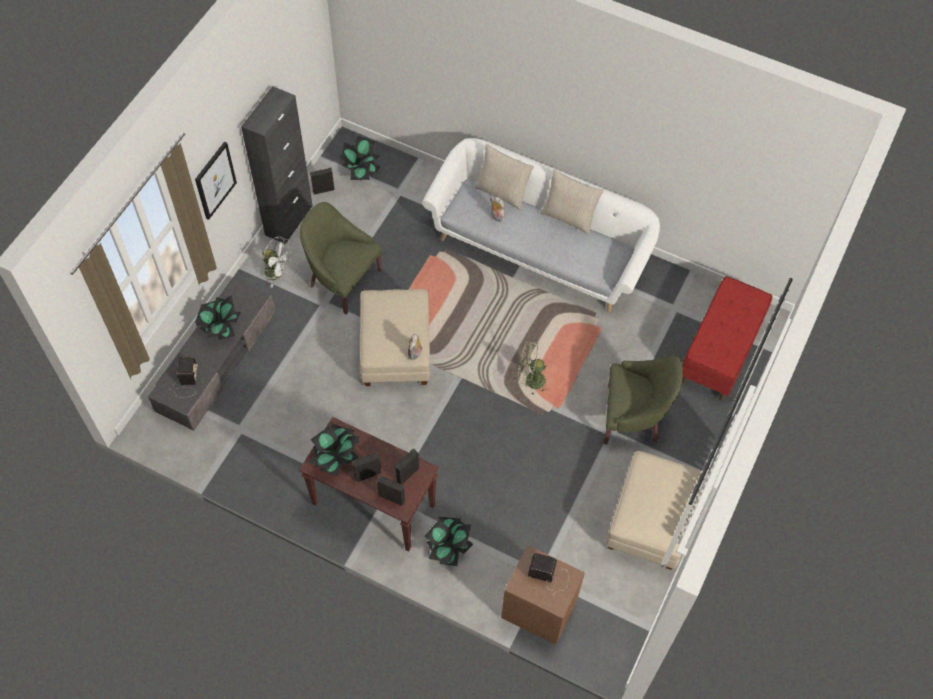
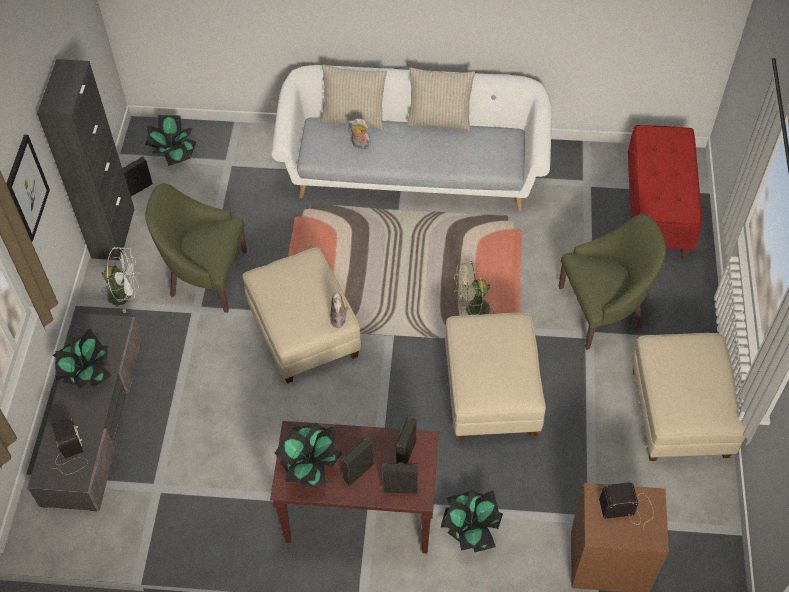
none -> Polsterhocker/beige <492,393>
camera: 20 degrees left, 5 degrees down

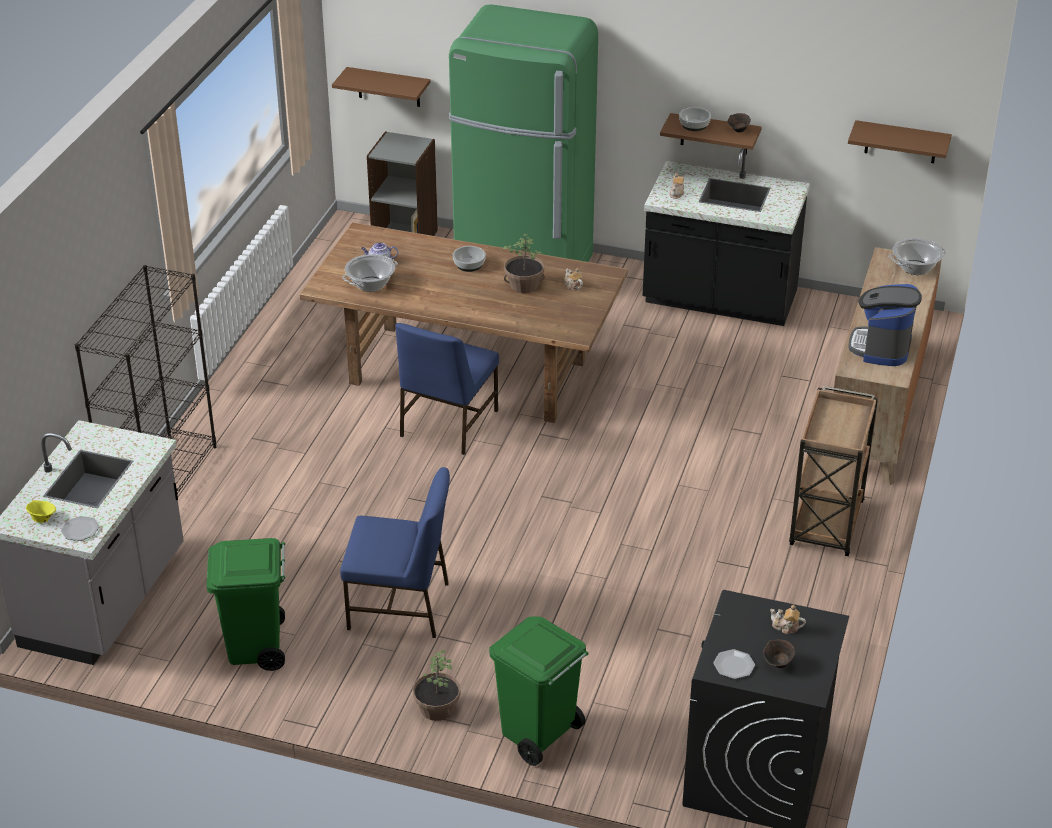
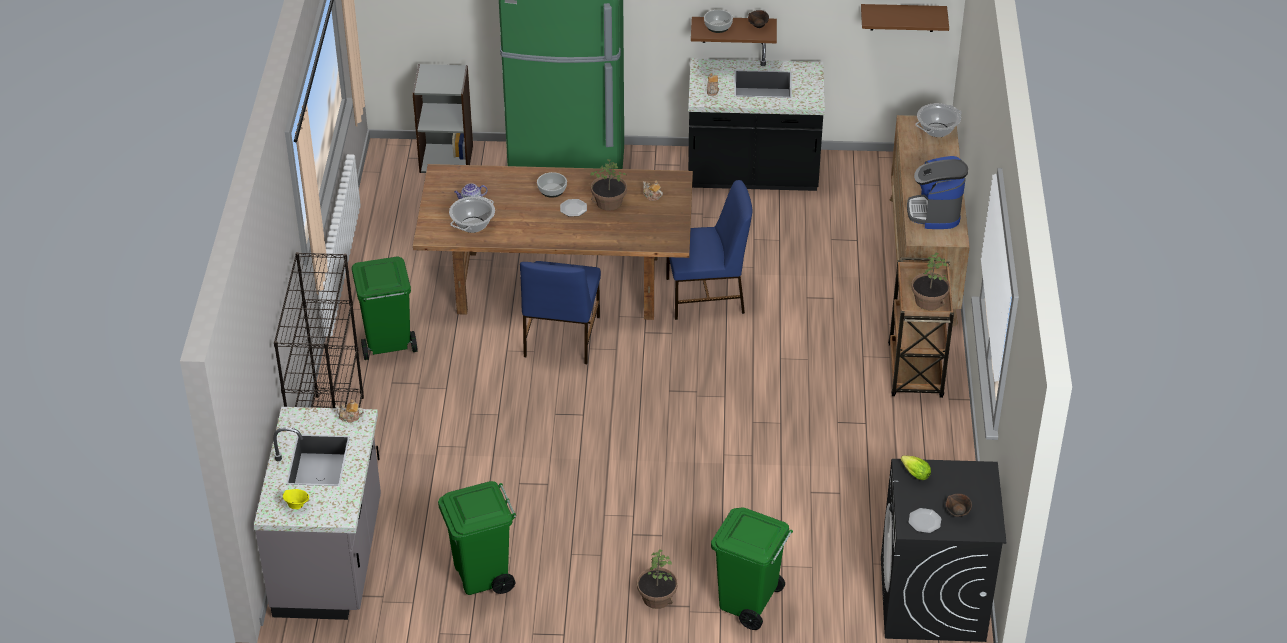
Teller <80,529> -> Teller <573,208>, relocated
Wandregal/braun <389,87> -> none
Stuhl/blau <400,607> -> Stuhl/blau <707,296>, relocated
Teekanne <786,627> -> Teekanne <350,417>, relocated
none -> Mülleimer/grün <387,345>
none -> Salatkopf <913,473>
none -> Topfpflanze <928,301>
camera: 15 degrees left, 5 degrees up

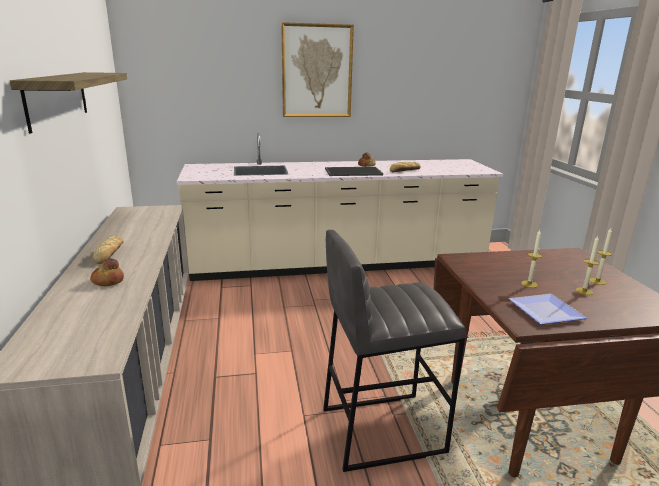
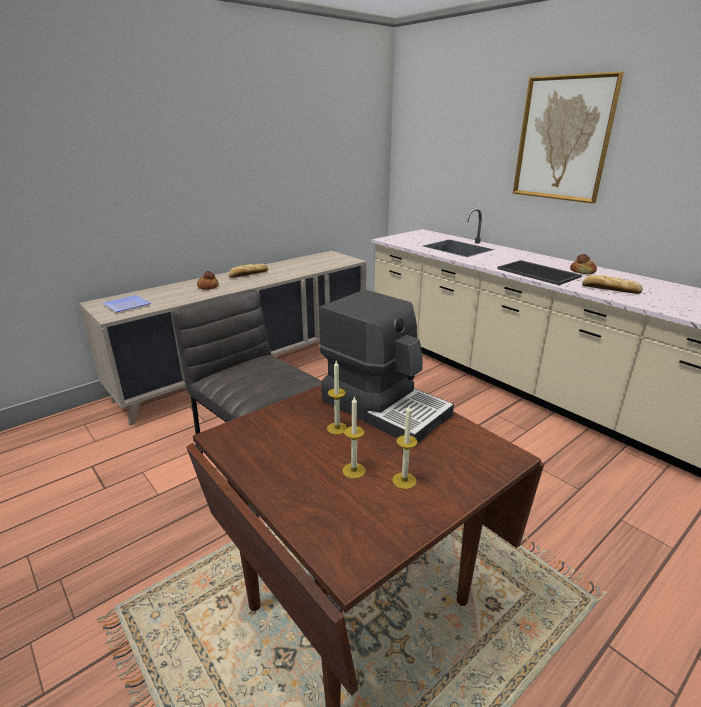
Wandregal <57,98> -> none
Teller <542,310> -> Teller <128,305>, relocated
none -> Kaffeemaschine <385,406>
camera: 60 degrees right, 5 degrees up

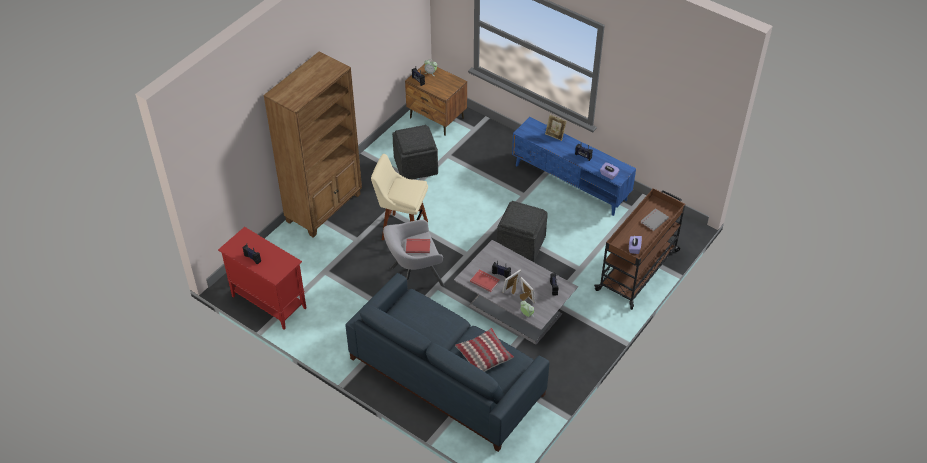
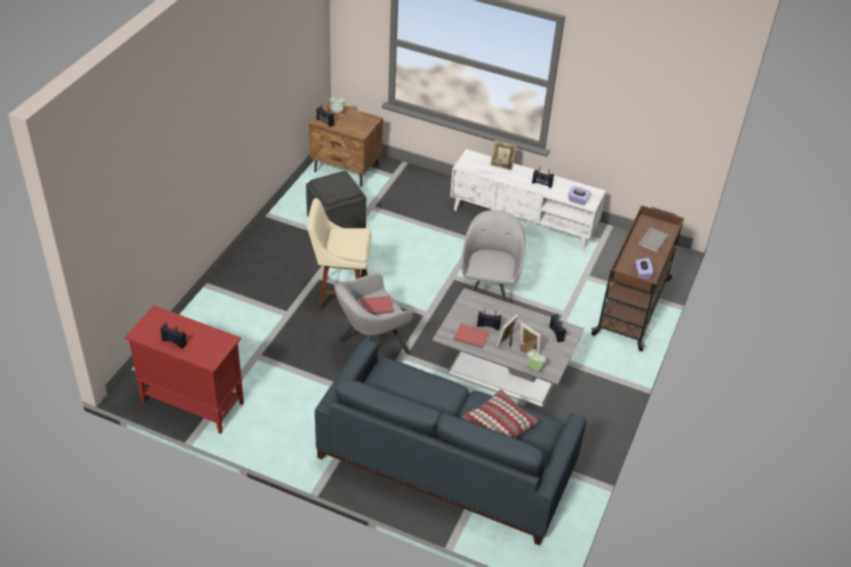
Bücherregal/braun <324,207> -> none
Polsterhocker/grau <521,243> -> Sessel/grau <488,294>
Fernsehschrank/blau <571,182> -> Fernsehschrank/weiß <523,221>
camera: 15 degrees left, 5 degrees down

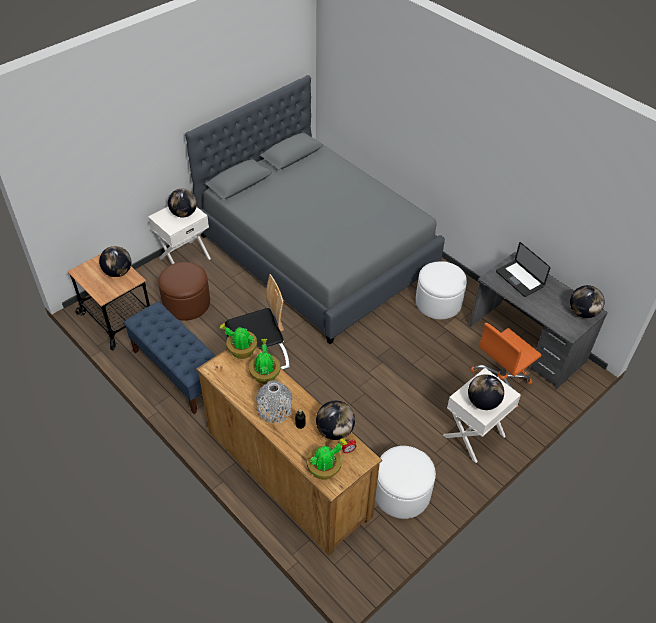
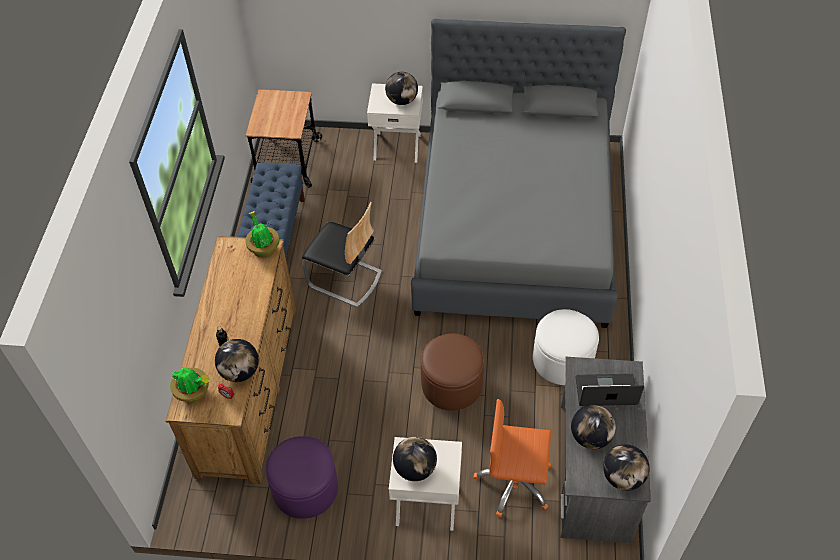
Globus <118,272> -> Globus <590,437>, relocated
Polsterhocker/braun <186,303> -> Polsterhocker/braun <451,384>, relocated
Topfpflanze <265,374> -> none
Vase/grau <274,410> -> none
Polsterhocker/weiß <401,493> -> Polsterhocker/lila <305,488>
Laptop <519,279> -> Laptop <606,391>, 75 degrees clockwise
camera: 50 degrees right, 5 degrees up

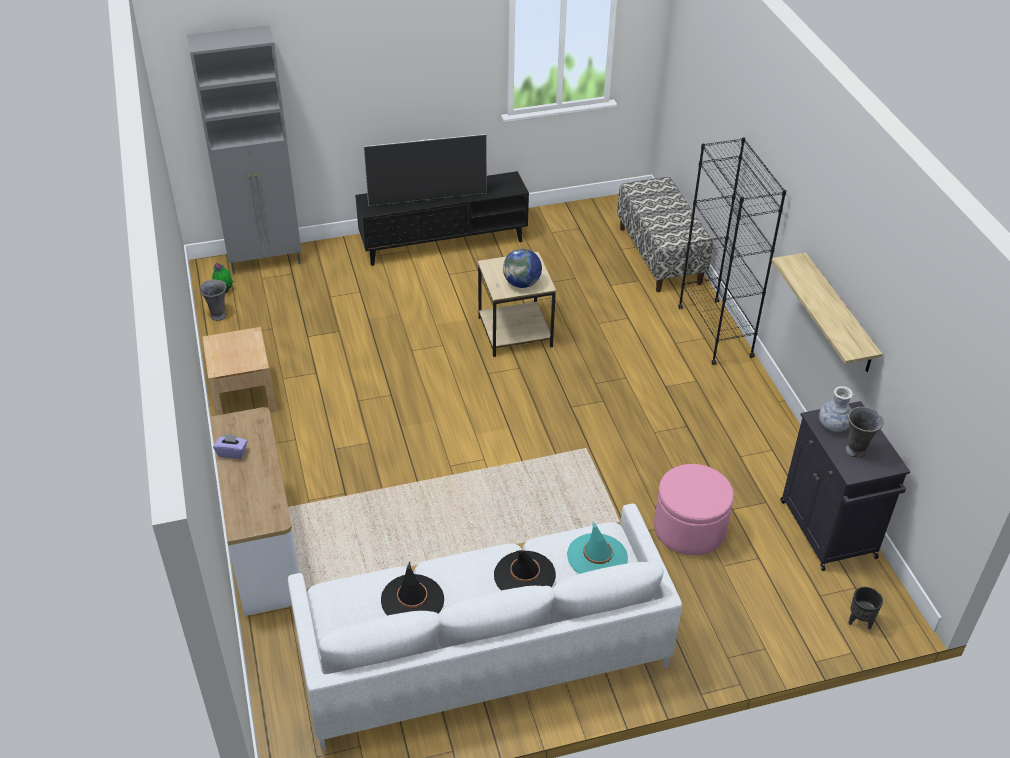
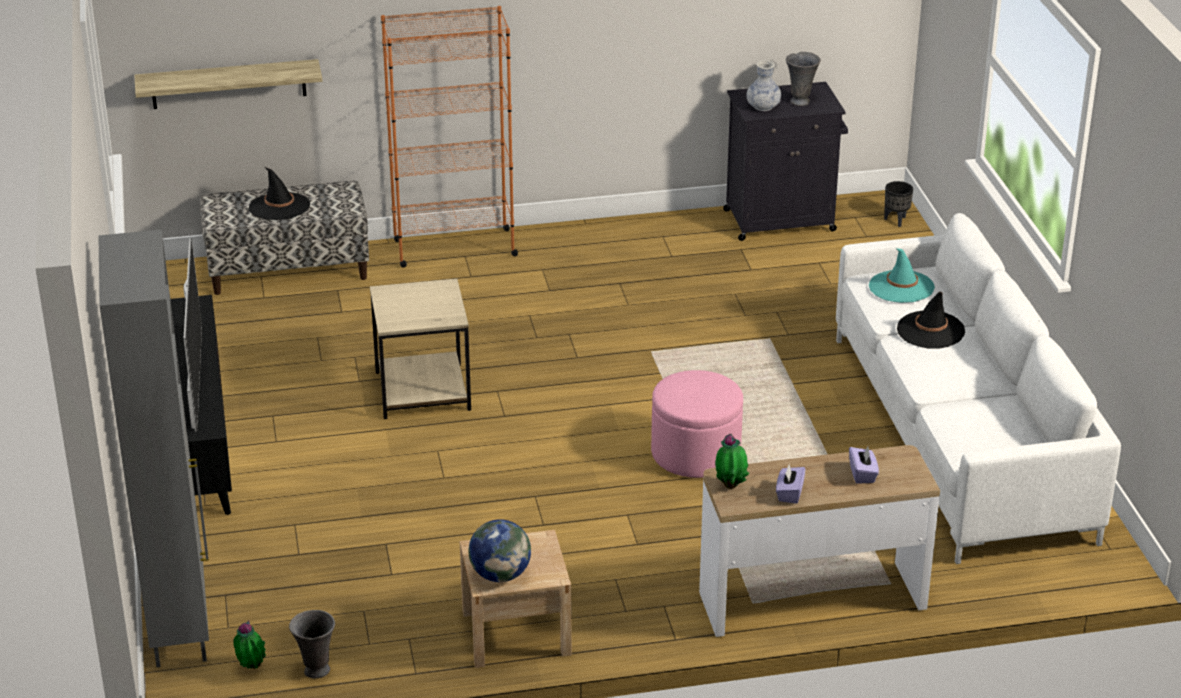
Hut/schwarz <412,600> -> Hut/schwarz <279,207>, relocated
Globus <522,283> -> Globus <500,575>, relocated
Polsterhocker/rosa <689,529> -> Polsterhocker/rosa <695,454>, relocated
Bücherregal/schwarz <715,331> -> Bücherregal/orange <454,248>
Wandregal <838,314> -> Wandregal <228,84>, relocated
none -> Topfpflanze <730,485>
none -> Taschentuchbox/lila <862,474>
camera: 85 degrees left, 10 degrees down

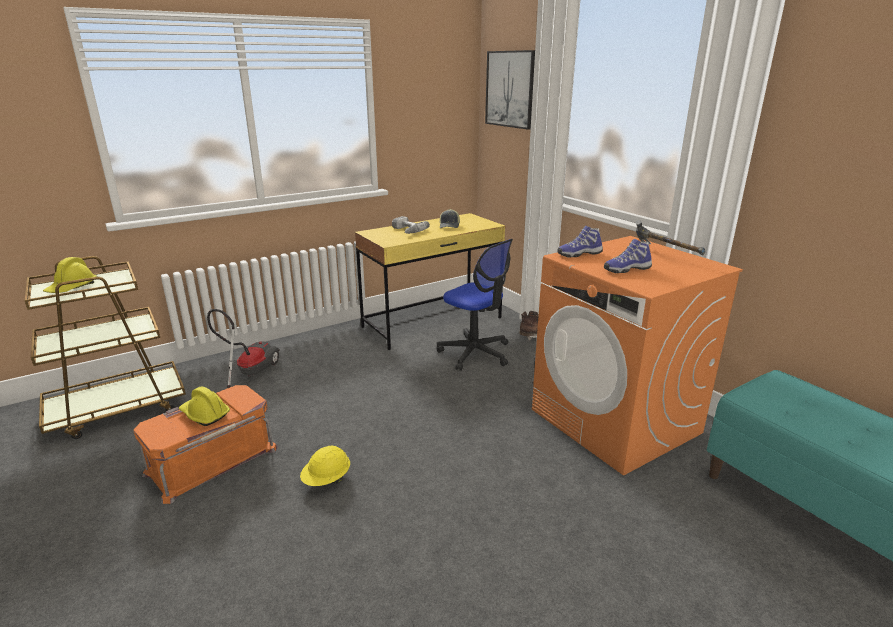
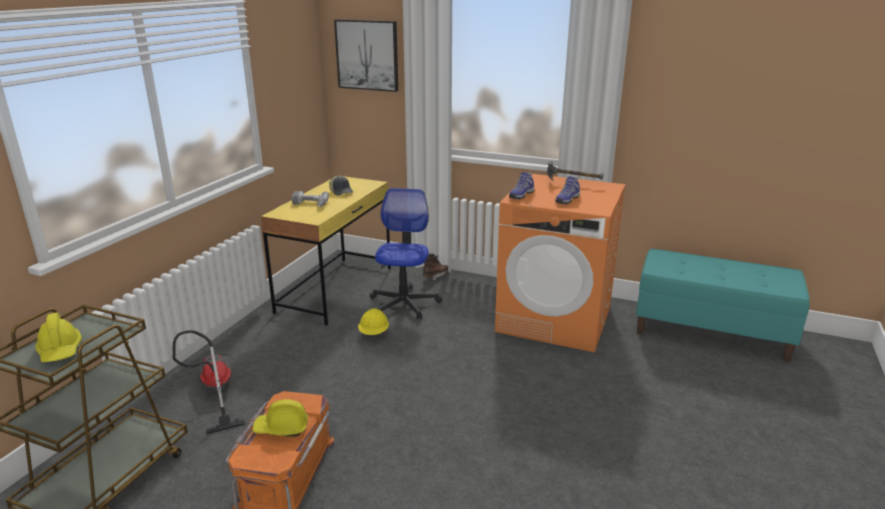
Schutzhelm/gelb <327,480> -> Schutzhelm/gelb <374,333>, relocated
Bürostuhl <475,353> -> Bürostuhl <404,304>, 90 degrees counterclockwise
camera: 35 degrees left, 0 degrees up

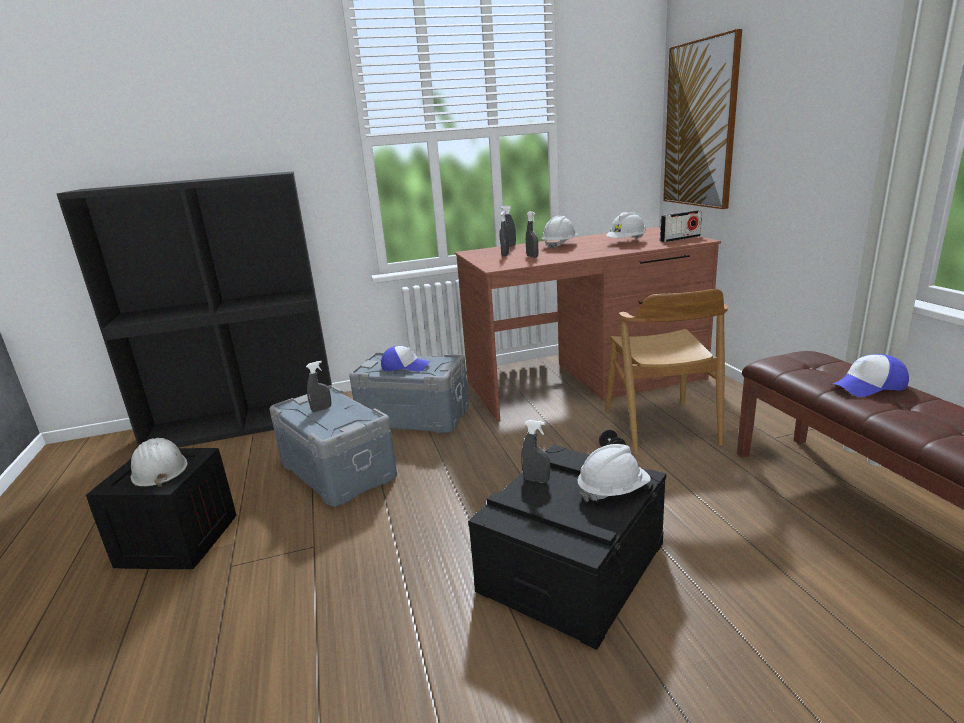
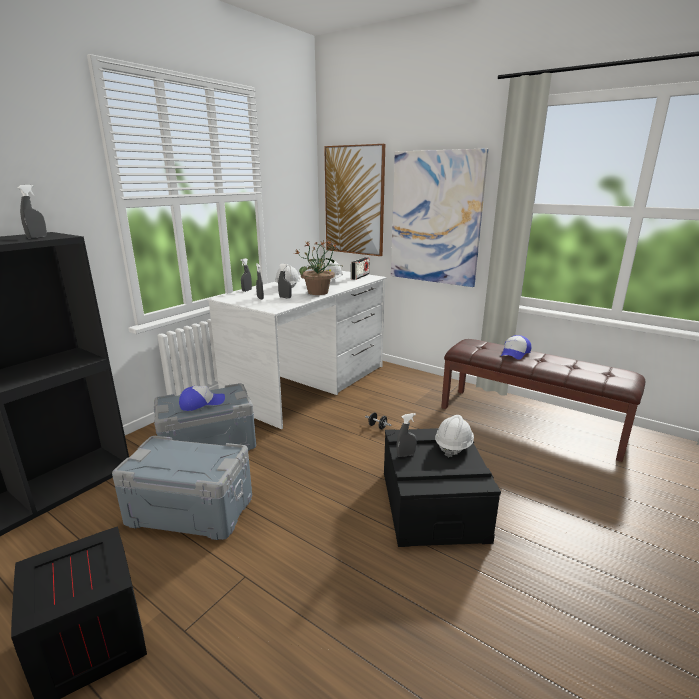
Schutzhelm/weiß <159,470> -> none
Sprühflasche/grau <321,409> -> Sprühflasche/grau <37,237>, relocated
Schreibtisch/braun <584,380> -> Schreibtisch/weiß <309,384>
Stuhl/braun <660,426> -> none
none -> Topfpflanze <318,292>
none -> Bild <435,218>
camera: 40 degrees left, 0 degrees up

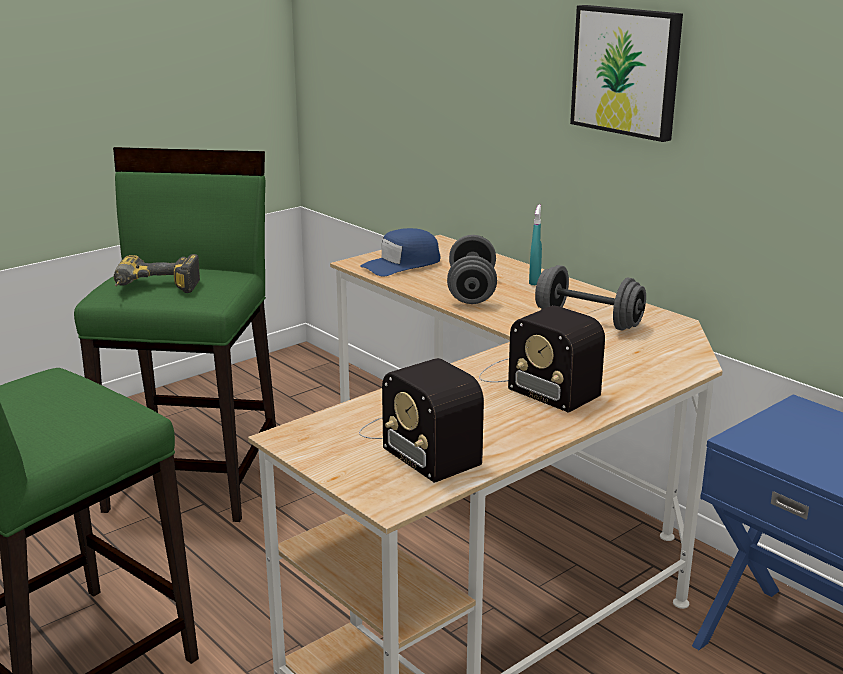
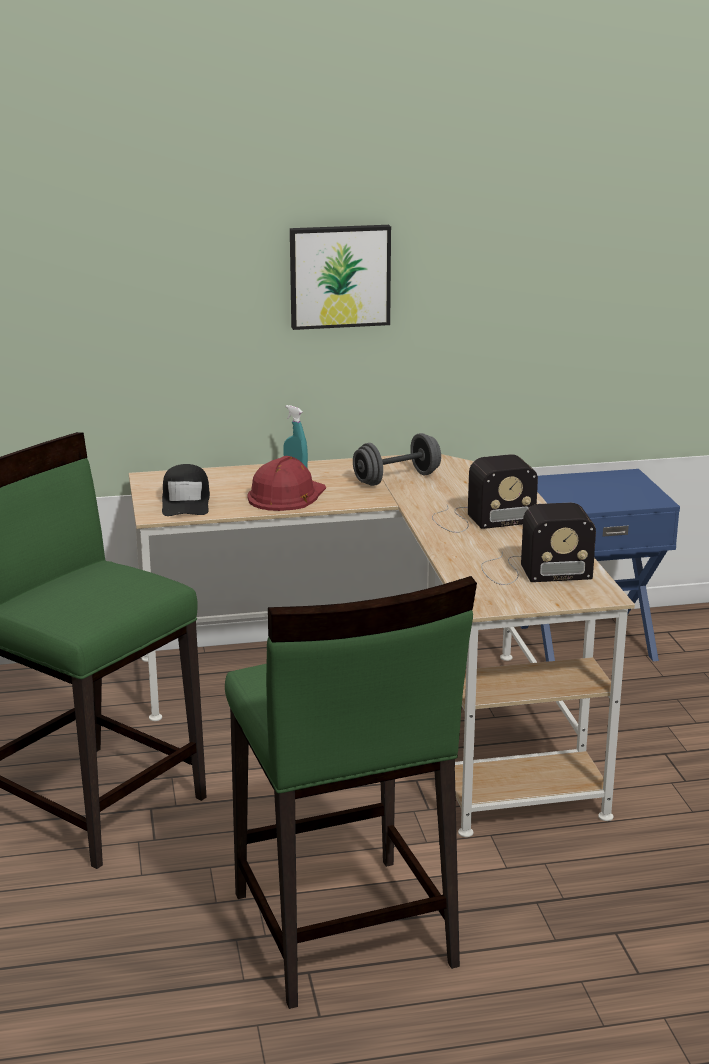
Bohrmaschine <155,289> -> none
Kappe/blau <402,264> -> Kappe/schwarz <186,502>
Hantel/grau <471,291> -> Schutzhelm/rot <286,495>
camera: 60 degrees left, 0 degrees up

